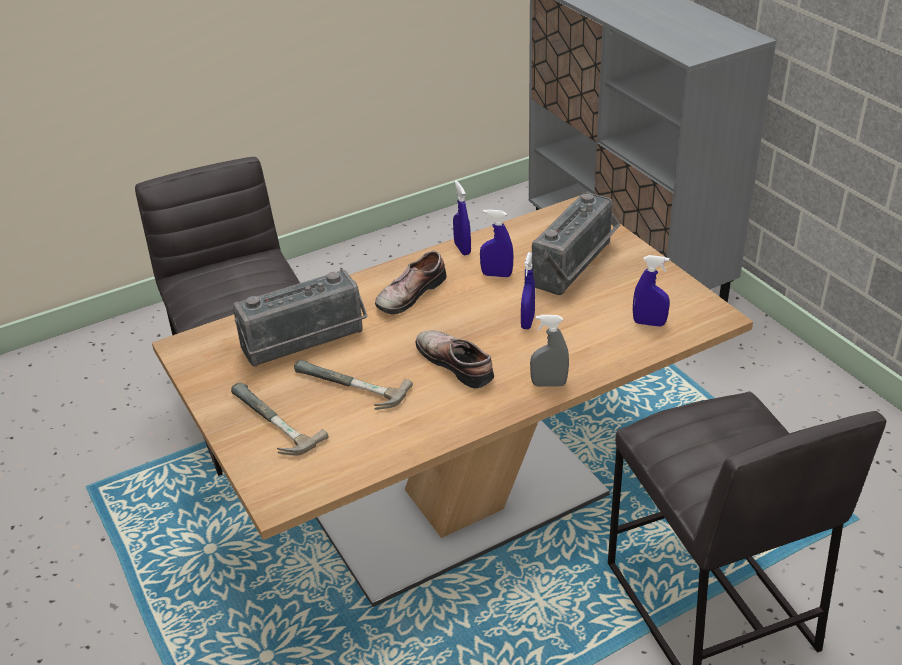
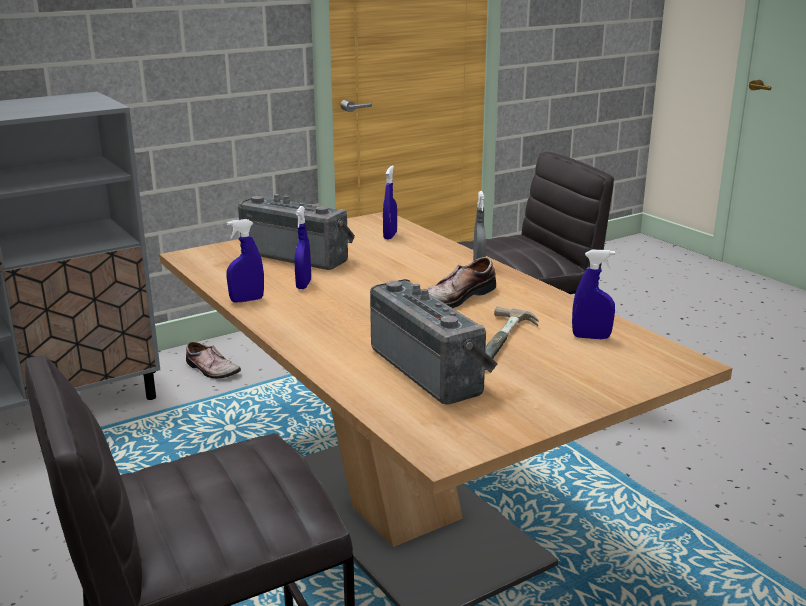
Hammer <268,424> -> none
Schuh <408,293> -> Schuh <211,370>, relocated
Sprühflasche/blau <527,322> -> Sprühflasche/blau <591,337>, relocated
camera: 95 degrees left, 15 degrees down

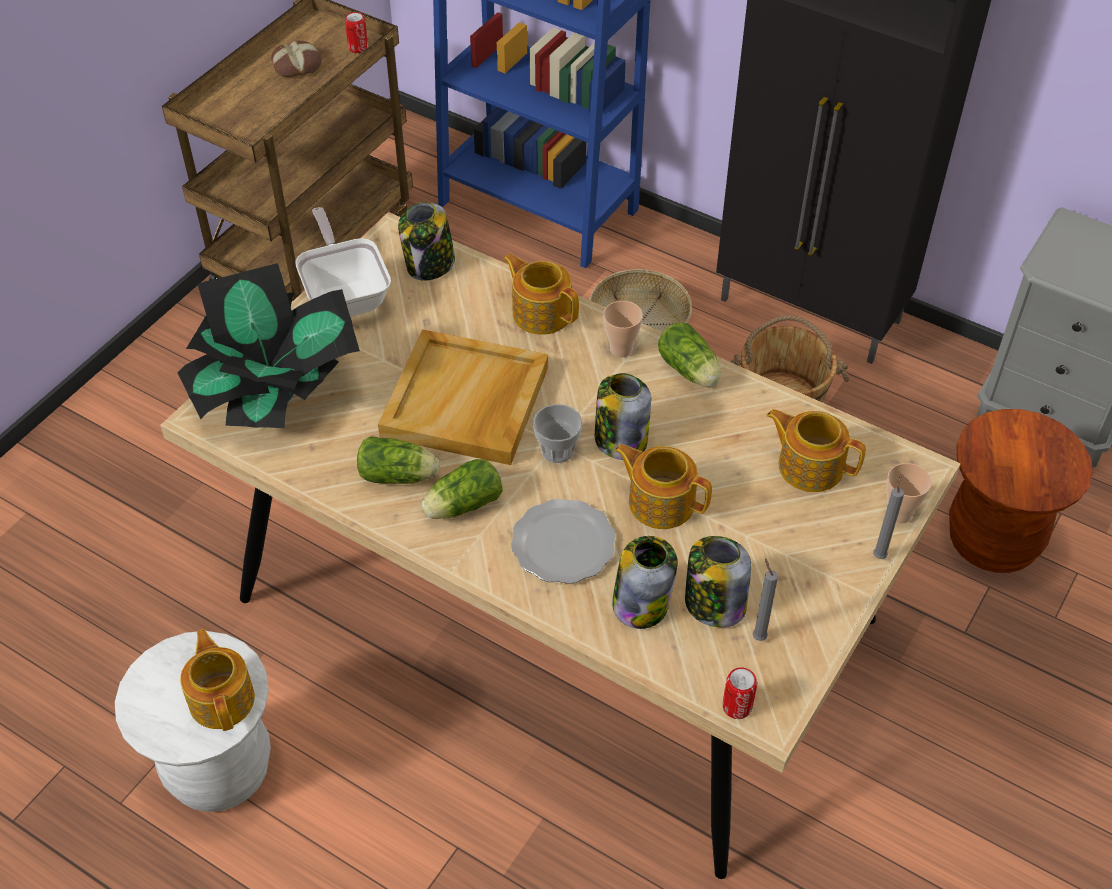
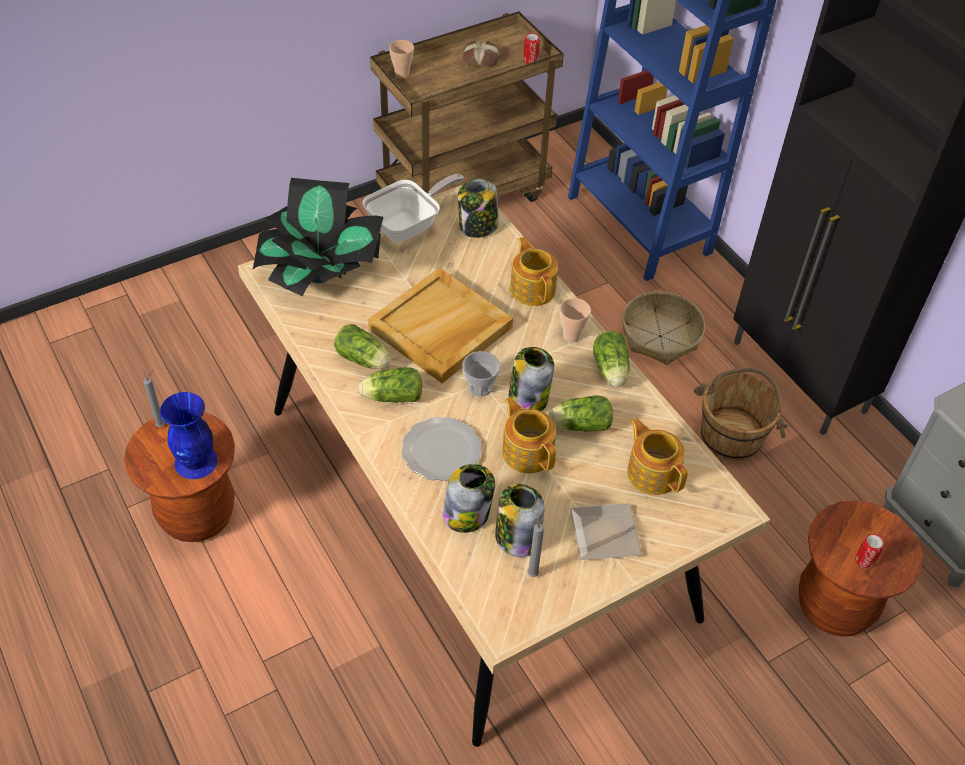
Hocker/weiß <219,769> -> Hocker/braun <197,514>
Teekanne <222,698> -> Vase/blau <196,462>
Pfanne <345,294> -> Pfanne <409,225>, 45 degrees clockwise
Dose <737,706> -> Dose <864,560>, relocated
Kerze/grau <879,555> -> Kerze/grau <162,424>, relocated
Tasse <899,514> -> Tasse <402,74>, relocated
none -> Salatkopf <578,425>
none -> Teller <602,532>
camera: 25 degrees right, 0 degrees up

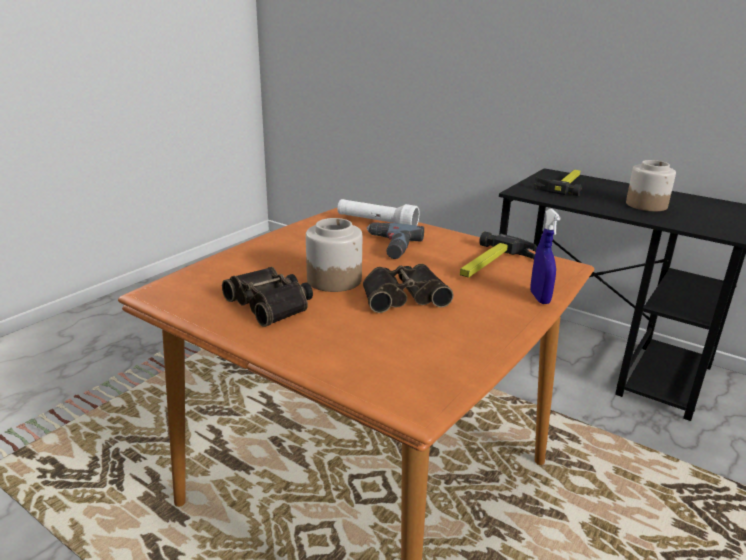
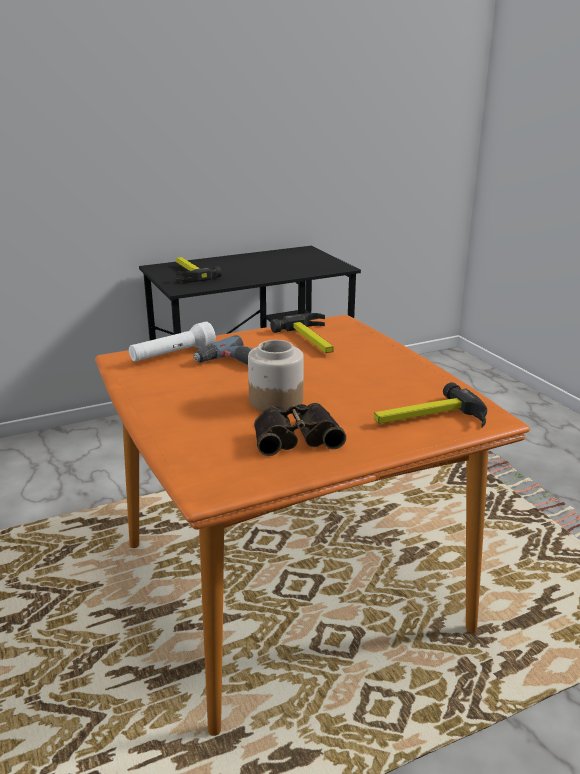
Fernglas <403,296> -> none
Sprühflasche/blau <539,298> -> none
Vorratsglas <646,205> -> none
none -> Hammer <428,419>
camera: 60 degrees left, 0 degrees up

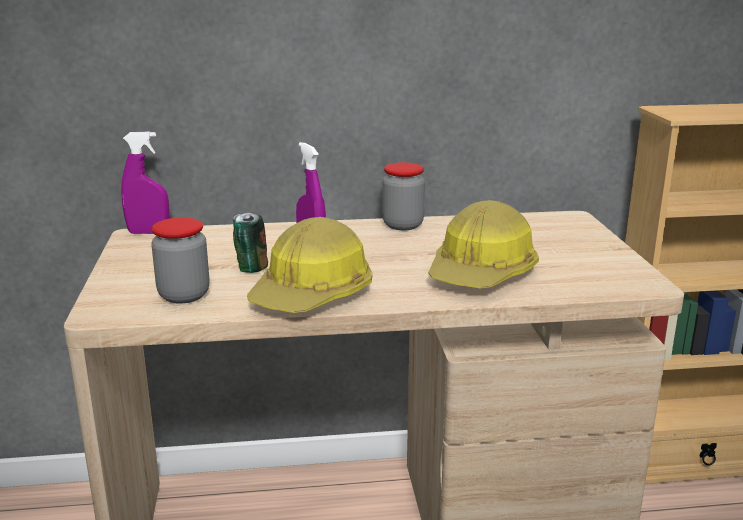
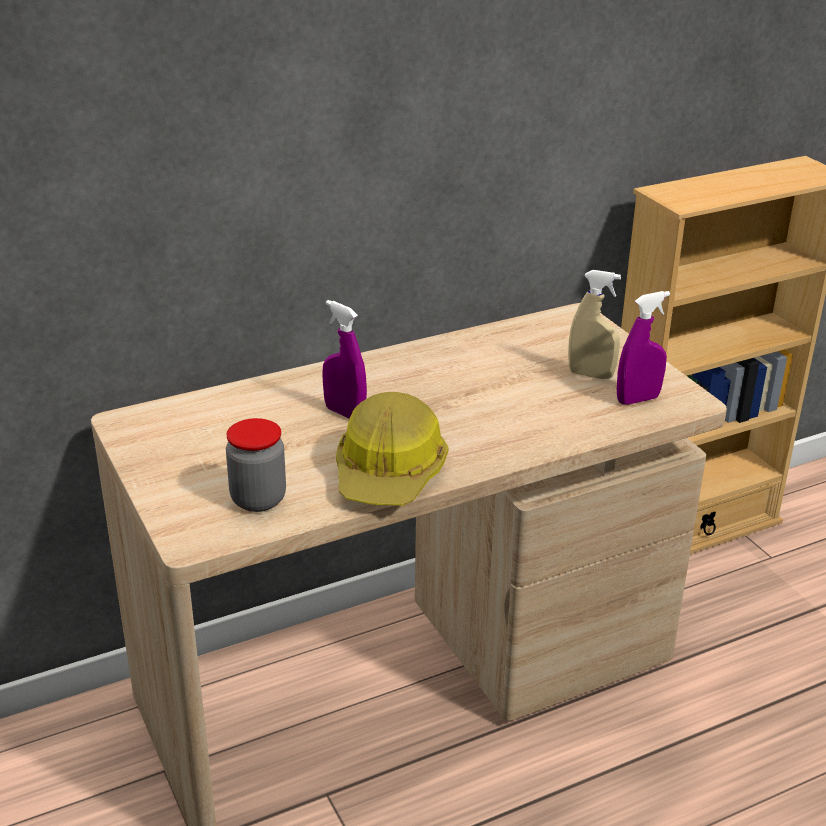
Sprühflasche/lila <148,232> -> Sprühflasche/lila <638,399>, relocated
Dose <251,268> -> none
Vorratsglas <403,225> -> none
Schutzhelm <482,273> -> none
none -> Sprühflasche/beige <590,374>
camera: 20 degrees left, 10 degrees up

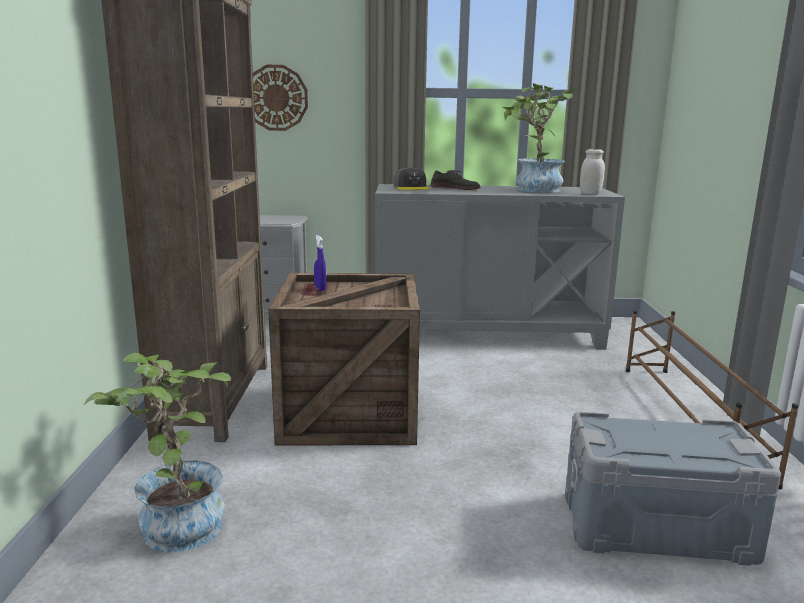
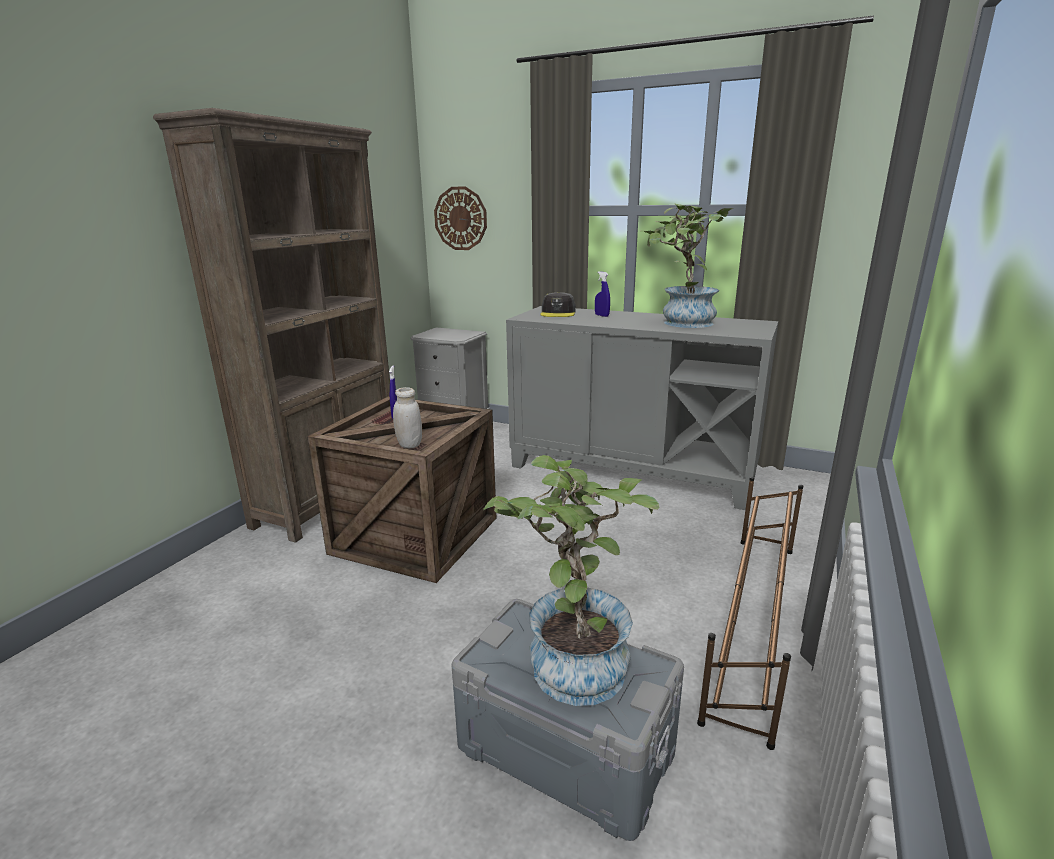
Topfpflanze <176,522> -> Topfpflanze <572,659>, relocated
Schuh/grau <455,188> -> Sprühflasche/blau <601,315>
Vorratsglas/weiß <590,193> -> Vorratsglas/weiß <409,444>, relocated
camera: 25 degrees right, 5 degrees up

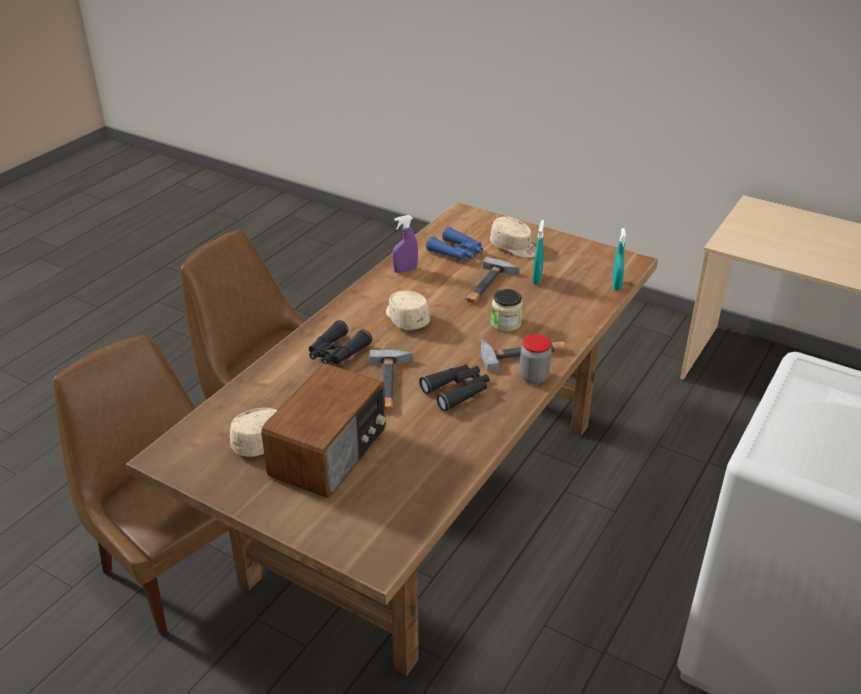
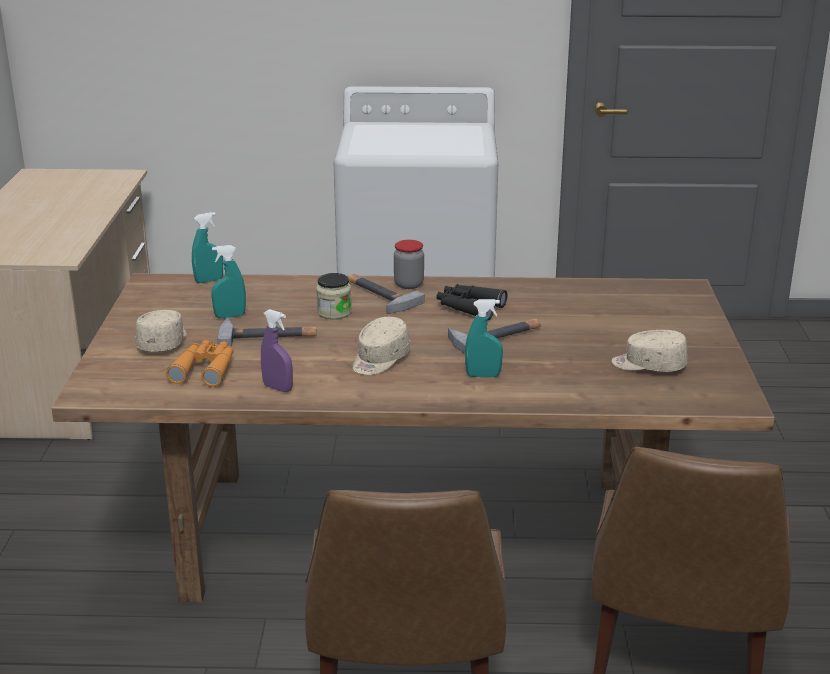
Radio <330,452> -> none
Fernglas/schwarz <336,352> -> Sprühflasche/türkis <483,376>
Fernglas/blau <457,252> -> Fernglas/orange <205,370>
camera: 120 degrees left, 10 degrees down

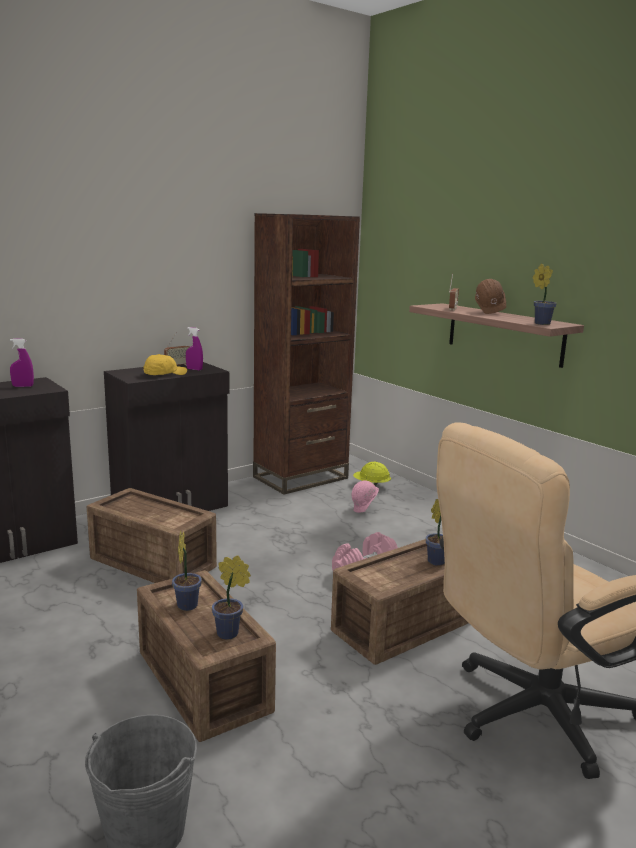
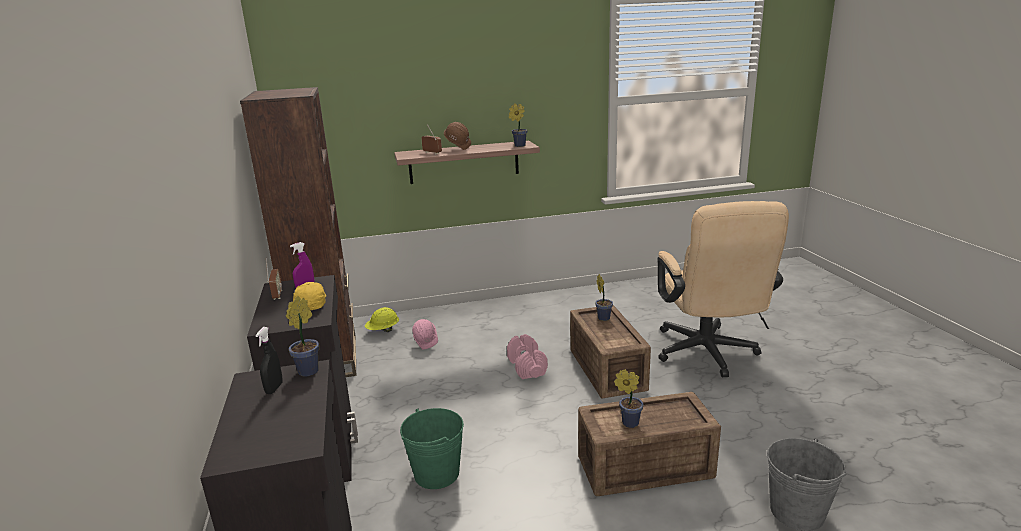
Sprühflasche/lila <23,386> -> Sprühflasche/schwarz <274,388>
Kiste <153,561> -> Eimer/grün <436,473>
Topfpflanze <230,634> -> Topfpflanze <310,370>, relocated
camera: 65 degrees left, 5 degrees up

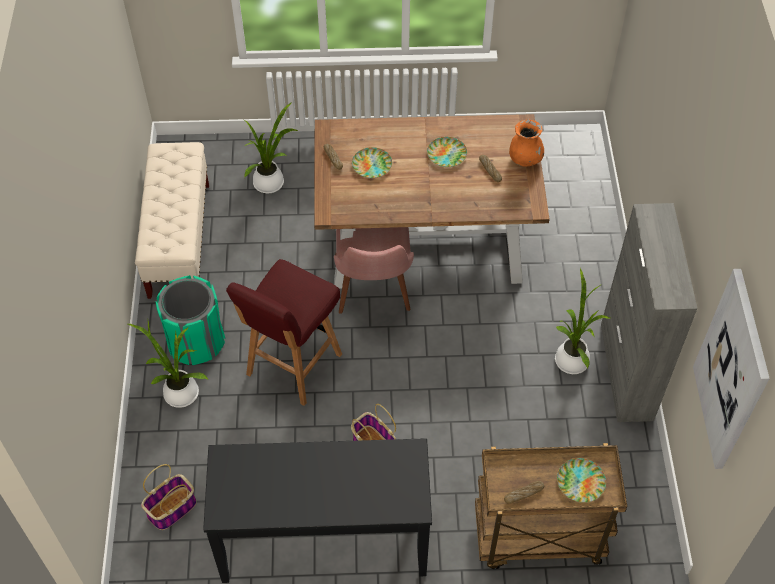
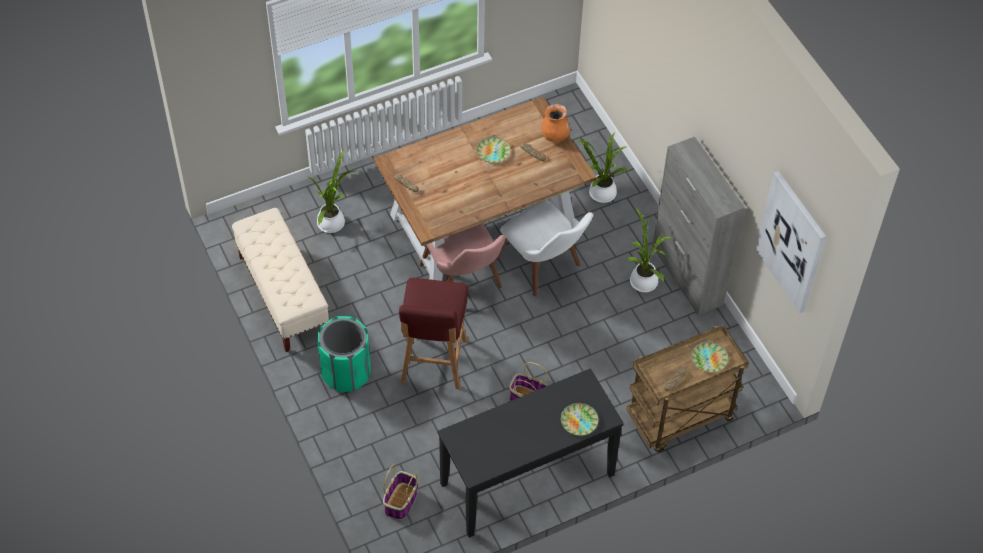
Topfpflanze <178,392> -> Topfpflanze <600,193>, relocated
Teller <372,165> -> Teller <579,420>, relocated
none -> Stuhl/weiß <545,267>
camera: 25 degrees left, 0 degrees up

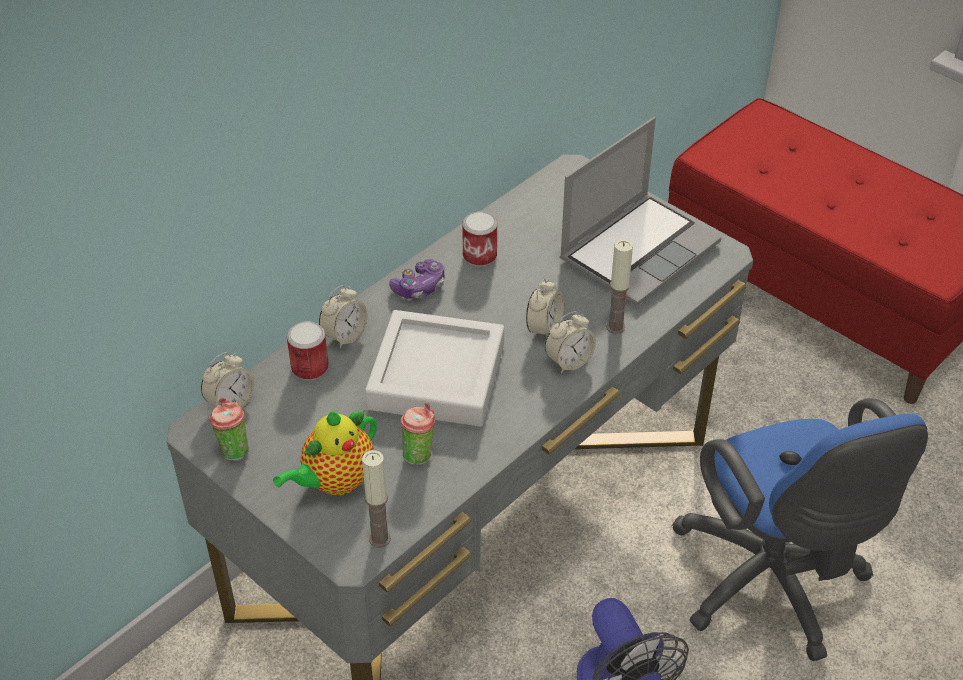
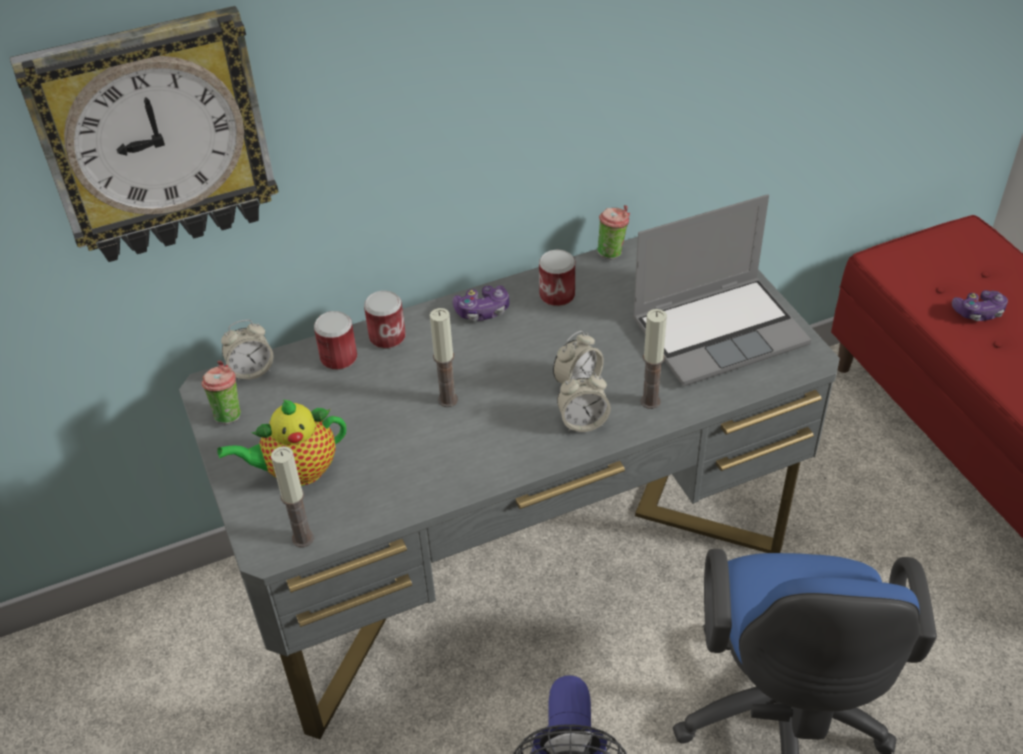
Wecker <344,336> -> Dose <387,337>
Tablett/grau <436,376> -> Kerze <447,400>
Tasse <419,453> -> Tasse <612,252>, relocated
none -> Wanduhr <155,138>
none -> Gamepad <978,312>
camera: 25 degrees right, 0 degrees up

